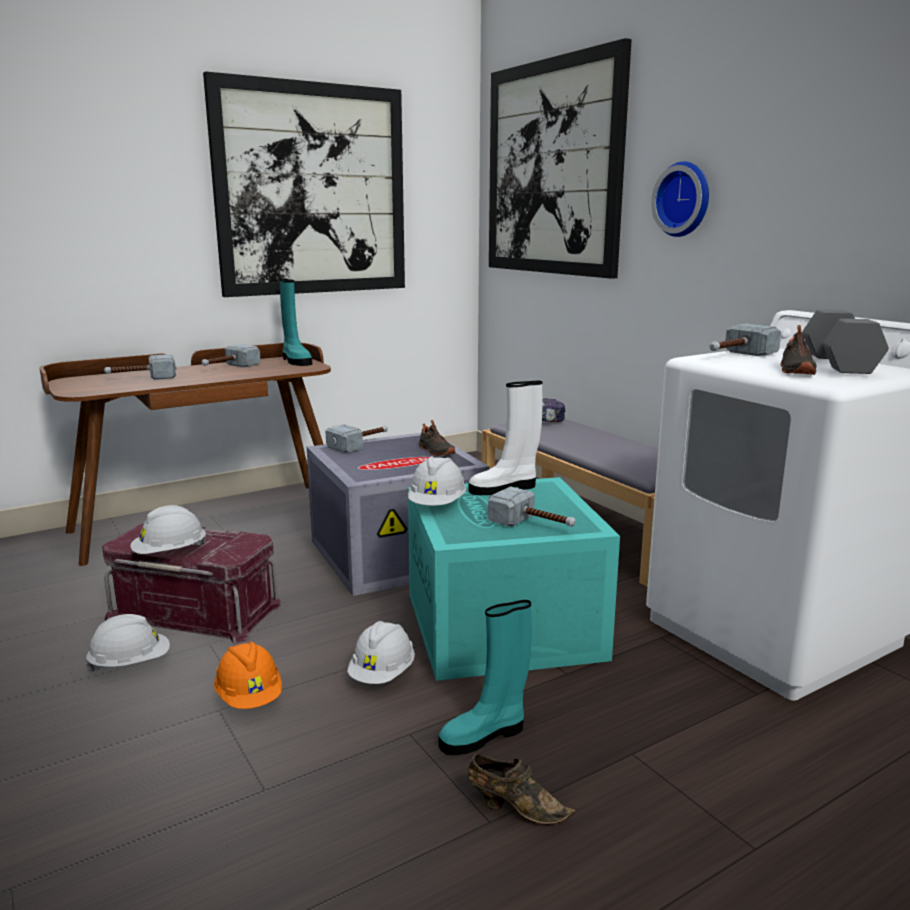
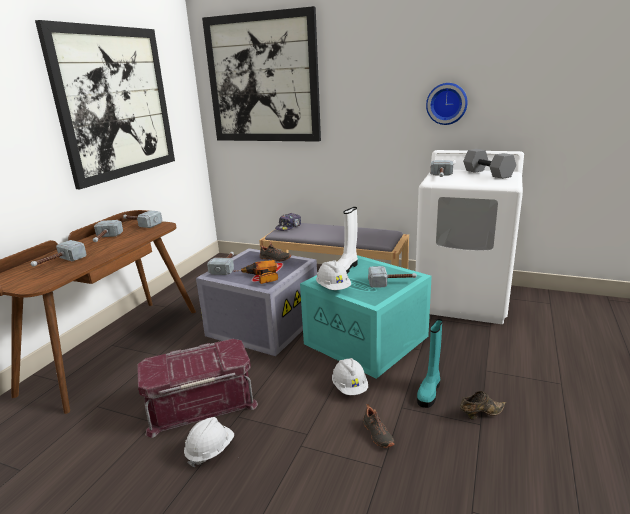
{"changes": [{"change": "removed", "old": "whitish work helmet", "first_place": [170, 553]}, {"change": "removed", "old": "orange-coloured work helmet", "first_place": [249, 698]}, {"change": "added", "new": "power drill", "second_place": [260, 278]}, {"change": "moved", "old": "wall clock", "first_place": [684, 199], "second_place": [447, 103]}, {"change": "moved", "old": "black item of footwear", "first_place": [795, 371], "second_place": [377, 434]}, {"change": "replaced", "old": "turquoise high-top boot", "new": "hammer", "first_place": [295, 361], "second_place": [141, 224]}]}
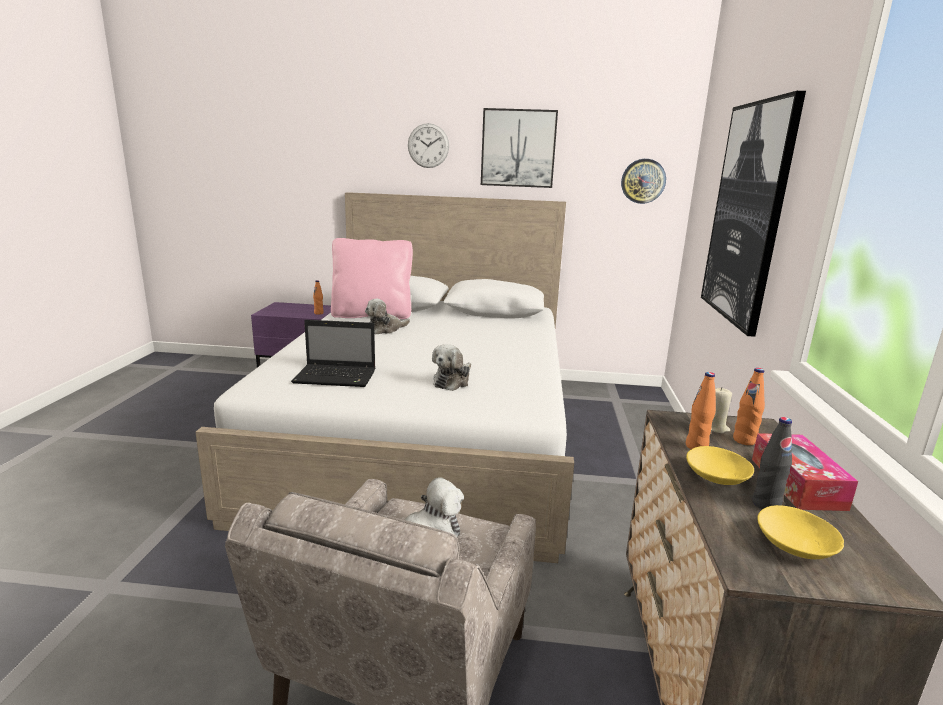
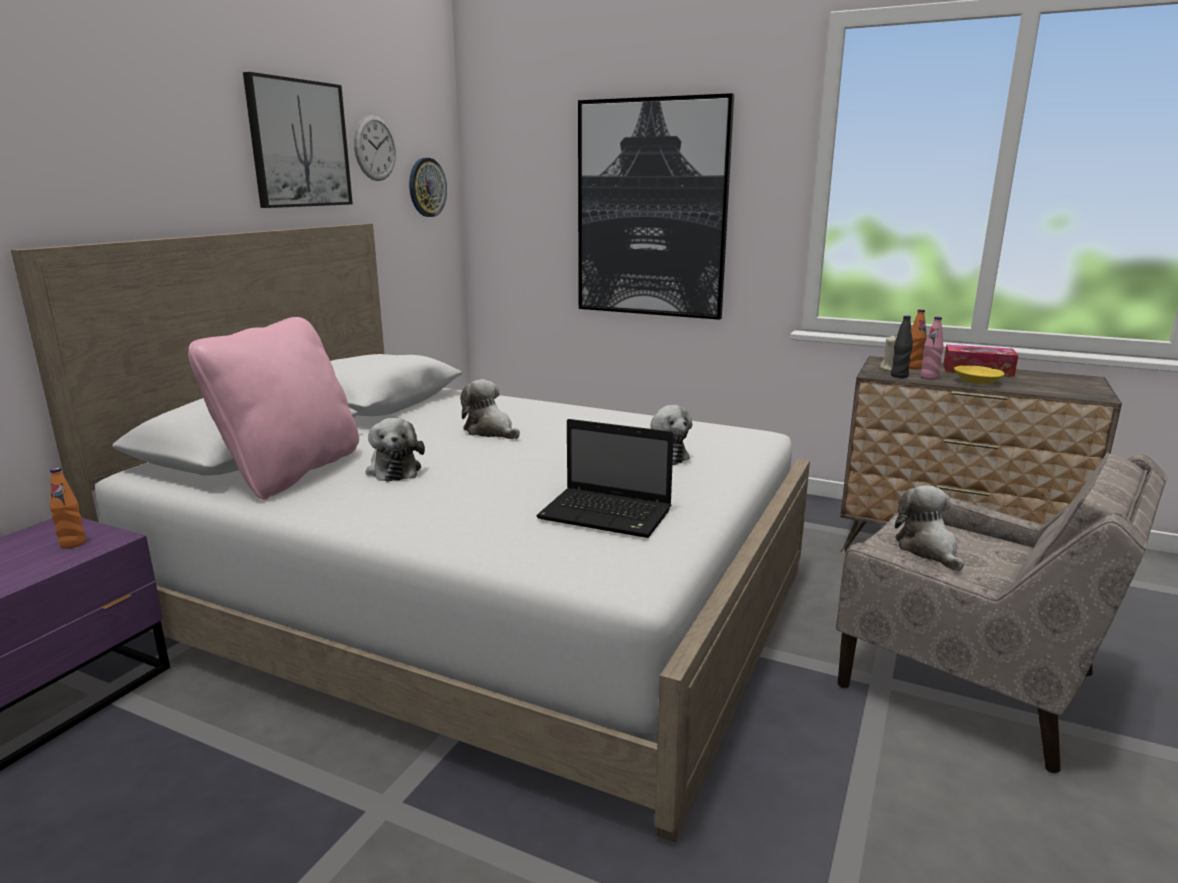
{"changes": [{"change": "removed", "old": "yellowish bowl", "first_place": [796, 546]}, {"change": "added", "new": "plush toy", "second_place": [490, 431]}, {"change": "moved", "old": "wall clock", "first_place": [428, 145], "second_place": [375, 148]}, {"change": "moved", "old": "black bottle", "first_place": [766, 504], "second_place": [899, 376]}, {"change": "recoloured", "old": "orange-coloured bottle", "new": "pinkish bottle", "first_place": [696, 446], "second_place": [929, 378]}, {"change": "turned", "old": "notebook computer", "first_place": [337, 377], "second_place": [608, 515], "degrees": 90}]}
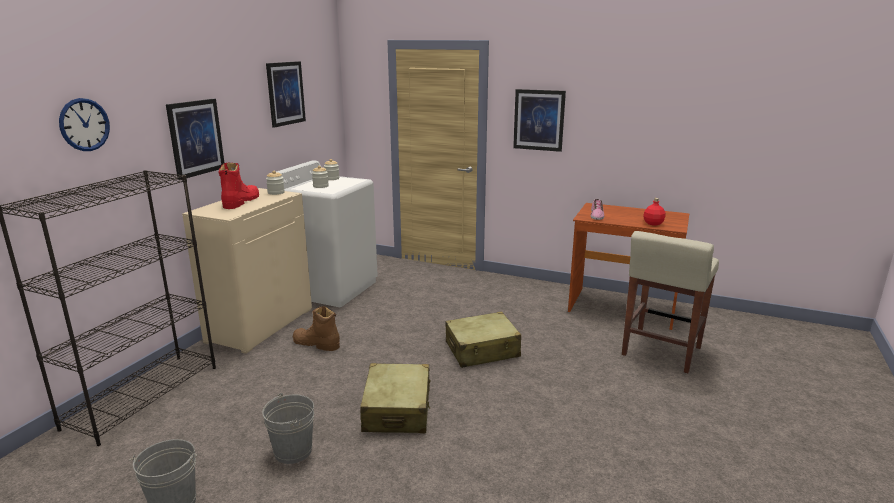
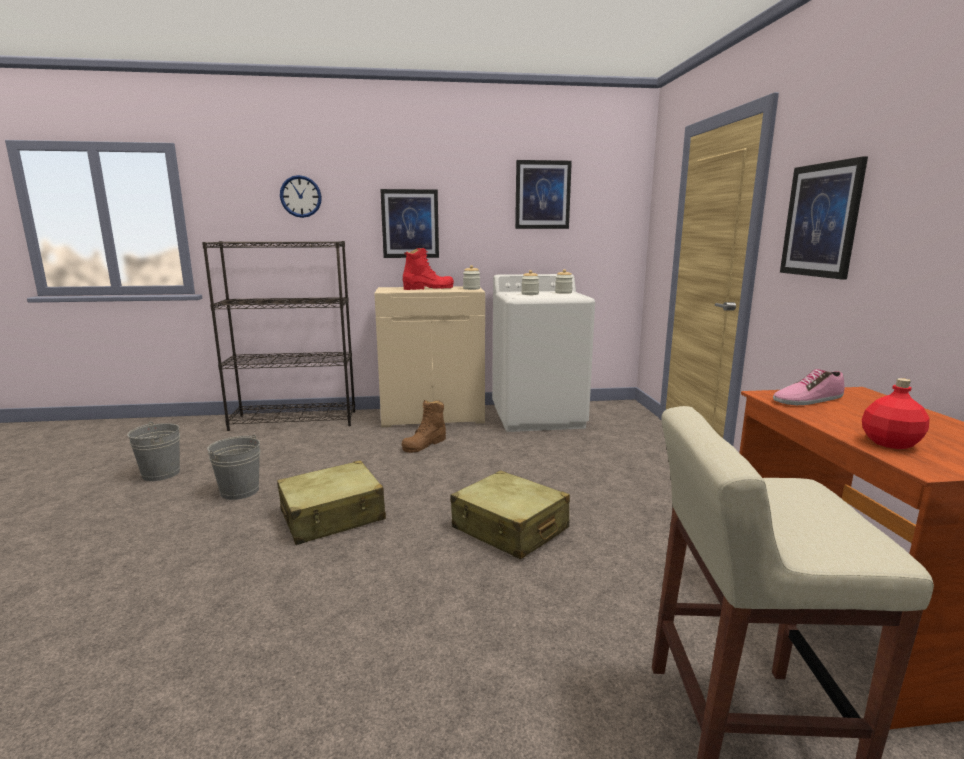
{"changes": [{"change": "turned", "old": "brown high-top boot", "first_place": [316, 344], "second_place": [424, 444], "degrees": -135}]}
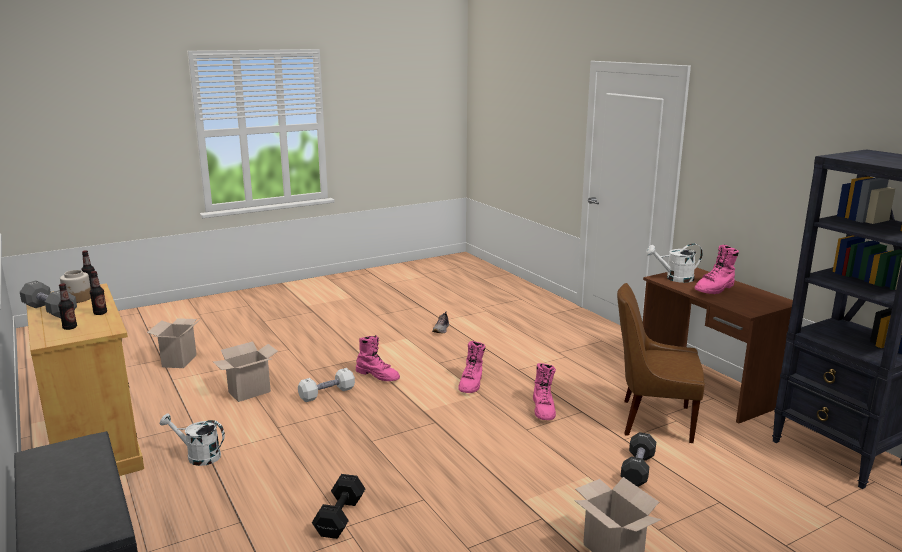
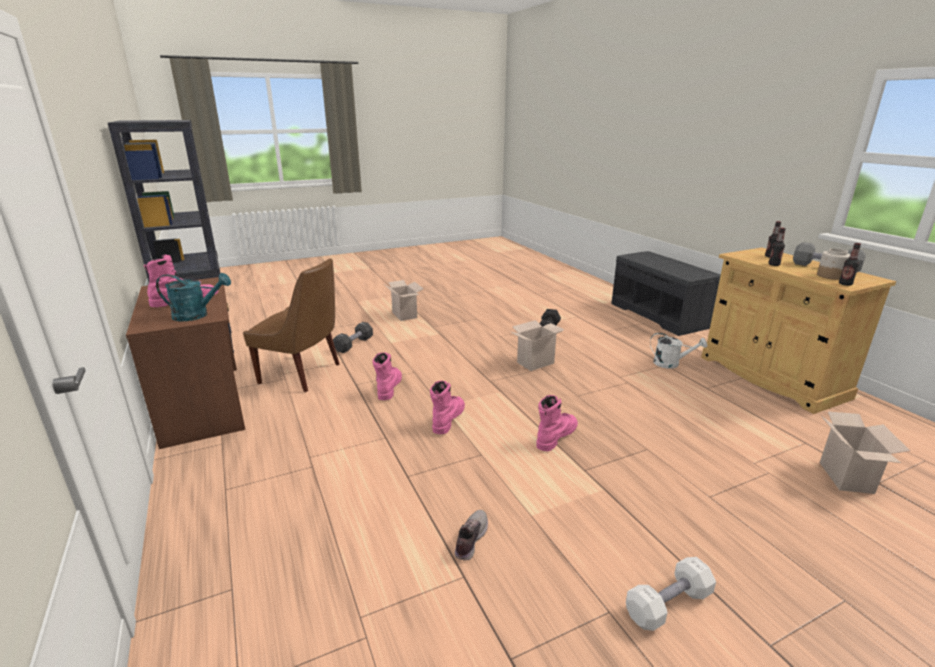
{"changes": [{"change": "moved", "old": "packing box", "first_place": [248, 393], "second_place": [535, 362]}, {"change": "moved", "old": "whitish free weight", "first_place": [327, 394], "second_place": [668, 604]}, {"change": "recoloured", "old": "whitish watering pot", "new": "turquoise watering pot", "first_place": [675, 278], "second_place": [197, 315]}, {"change": "turned", "old": "pinkish high-top boot", "first_place": [378, 375], "second_place": [555, 436], "degrees": 90}]}
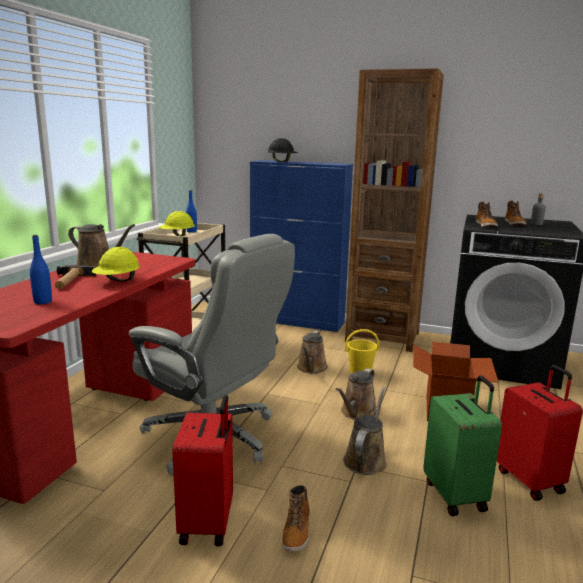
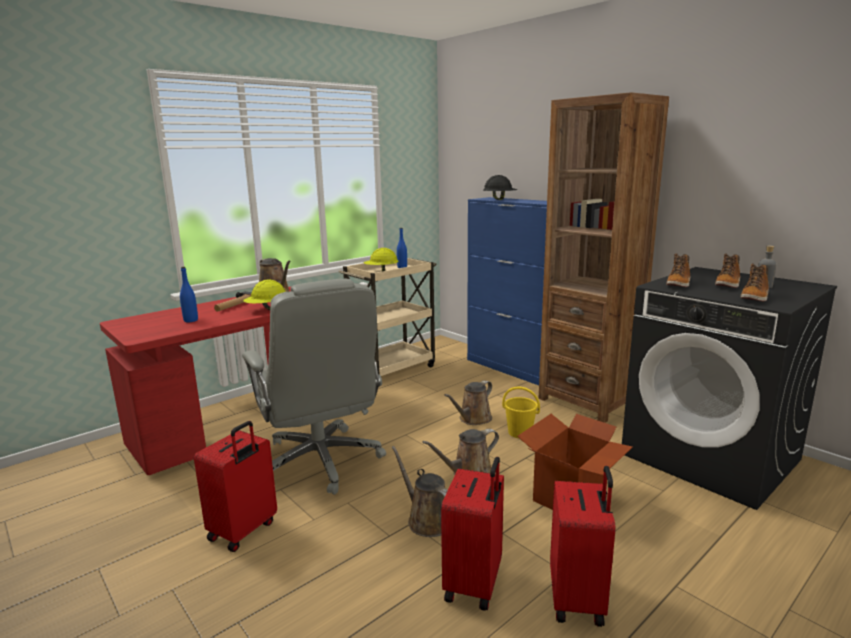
{"changes": [{"change": "moved", "old": "high-top boot", "first_place": [297, 530], "second_place": [755, 297]}, {"change": "recoloured", "old": "green travel case", "new": "red travel case", "first_place": [456, 495], "second_place": [475, 584]}, {"change": "turned", "old": "brown watering pot", "first_place": [366, 459], "second_place": [426, 520], "degrees": -90}]}
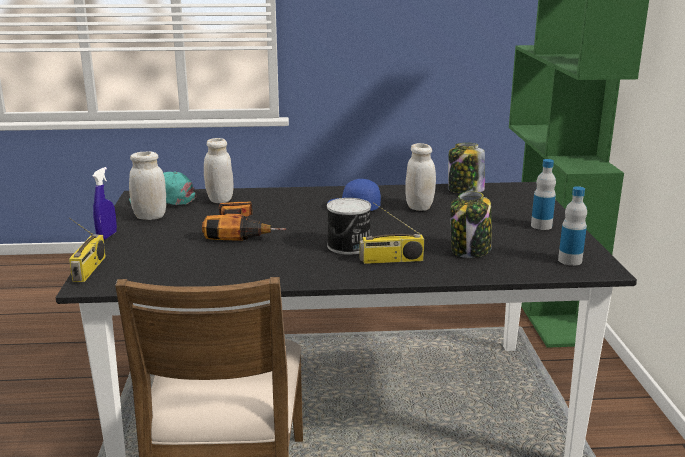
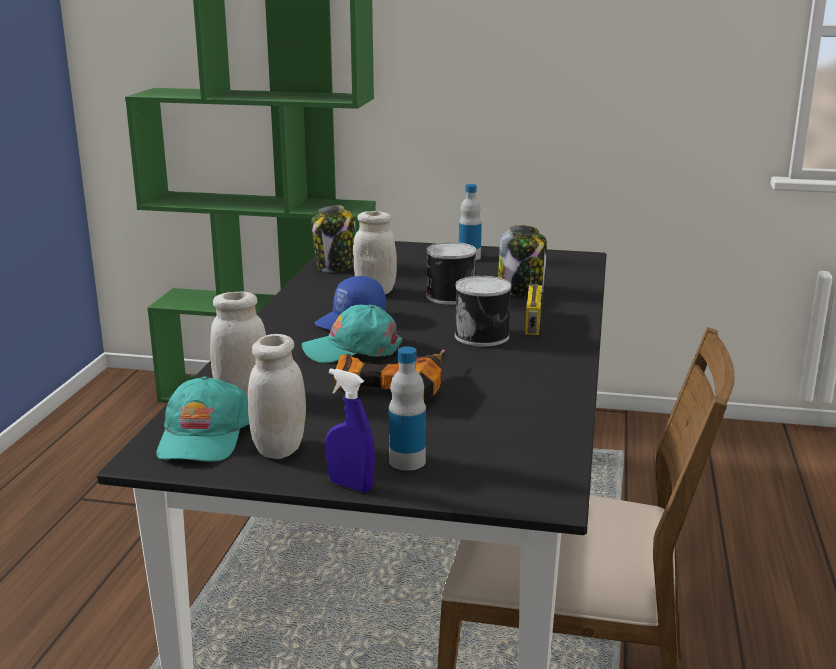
{"changes": [{"change": "removed", "old": "radio receiver", "first_place": [90, 269]}, {"change": "added", "new": "turquoise cap", "second_place": [352, 349]}, {"change": "added", "new": "sealed can", "second_place": [449, 296]}, {"change": "moved", "old": "bottle", "first_place": [570, 260], "second_place": [407, 461]}]}
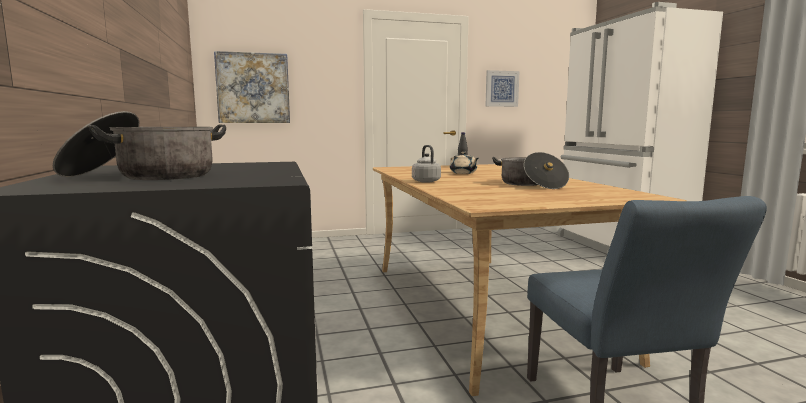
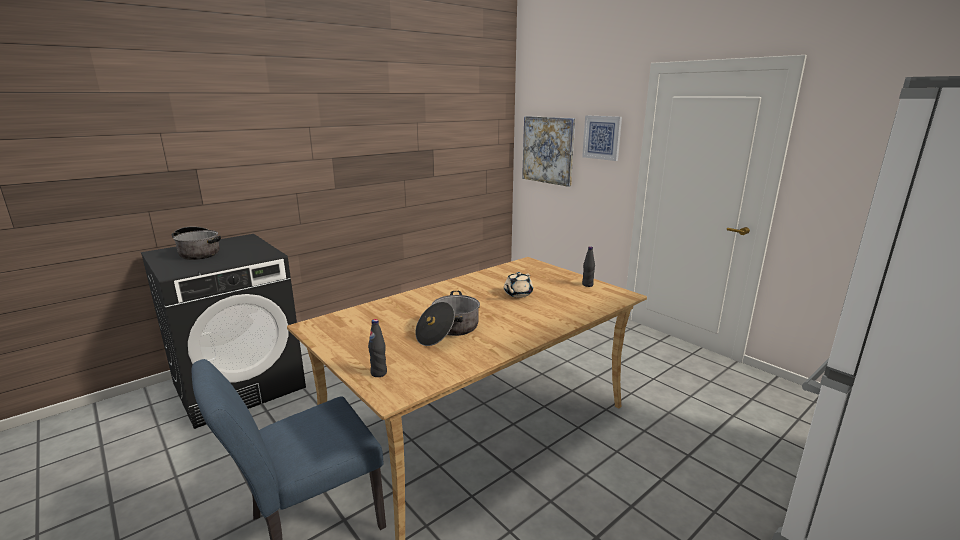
{"changes": [{"change": "removed", "old": "grey kettle", "first_place": [425, 181]}, {"change": "added", "new": "black bottle", "second_place": [379, 373]}, {"change": "moved", "old": "wall art", "first_place": [501, 88], "second_place": [602, 137]}]}
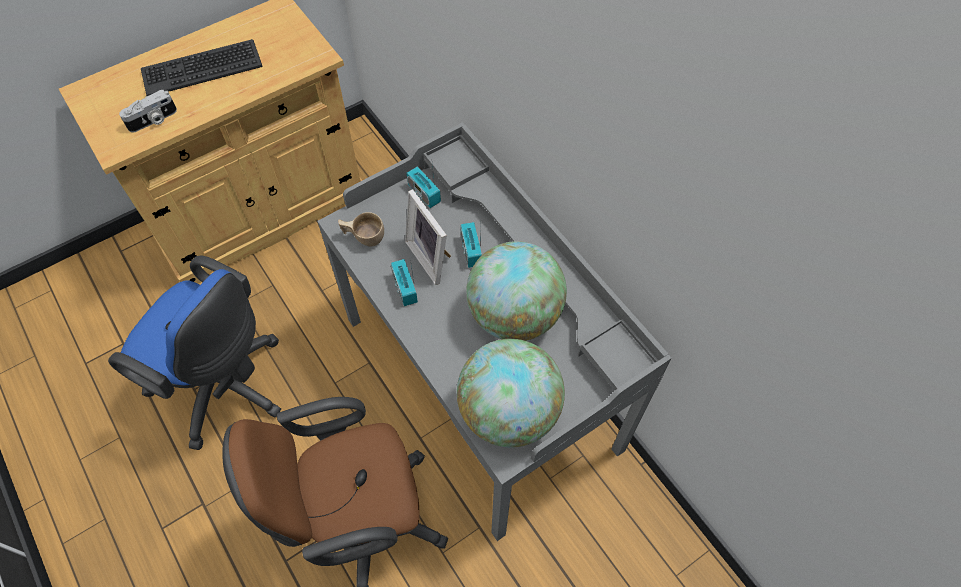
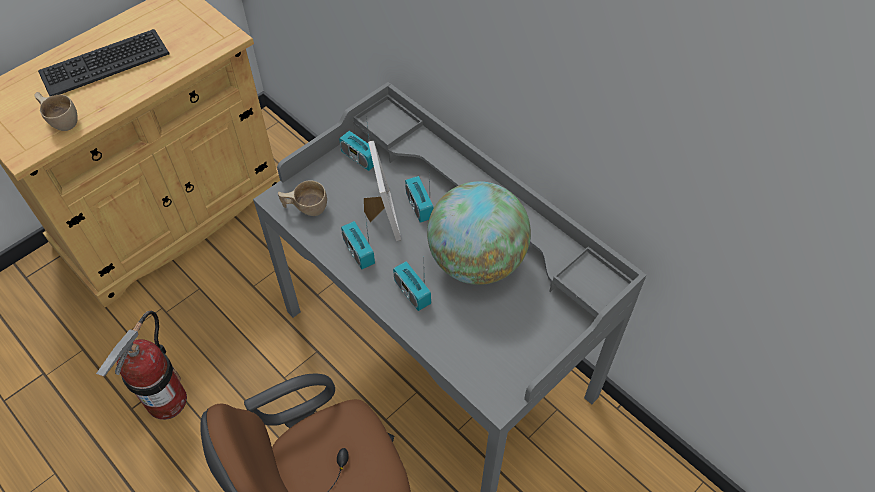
{"changes": [{"change": "removed", "old": "desk globe", "first_place": [508, 412]}, {"change": "added", "new": "radio receiver", "second_place": [412, 292]}, {"change": "replaced", "old": "blue desk chair", "new": "fire extinguisher", "first_place": [226, 387], "second_place": [167, 401]}, {"change": "replaced", "old": "photo camera", "new": "sand-coloured drinking cup", "first_place": [153, 120], "second_place": [61, 120]}, {"change": "turned", "old": "photo frame", "first_place": [432, 257], "second_place": [380, 217], "degrees": -150}]}
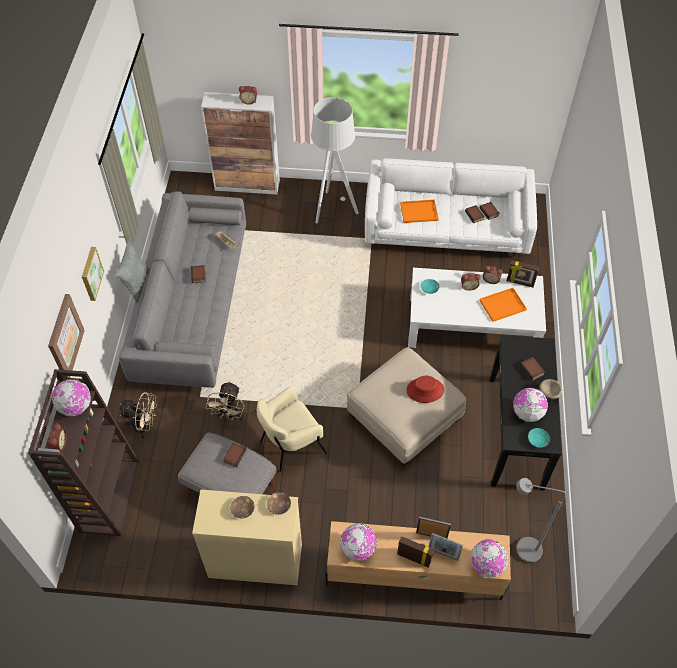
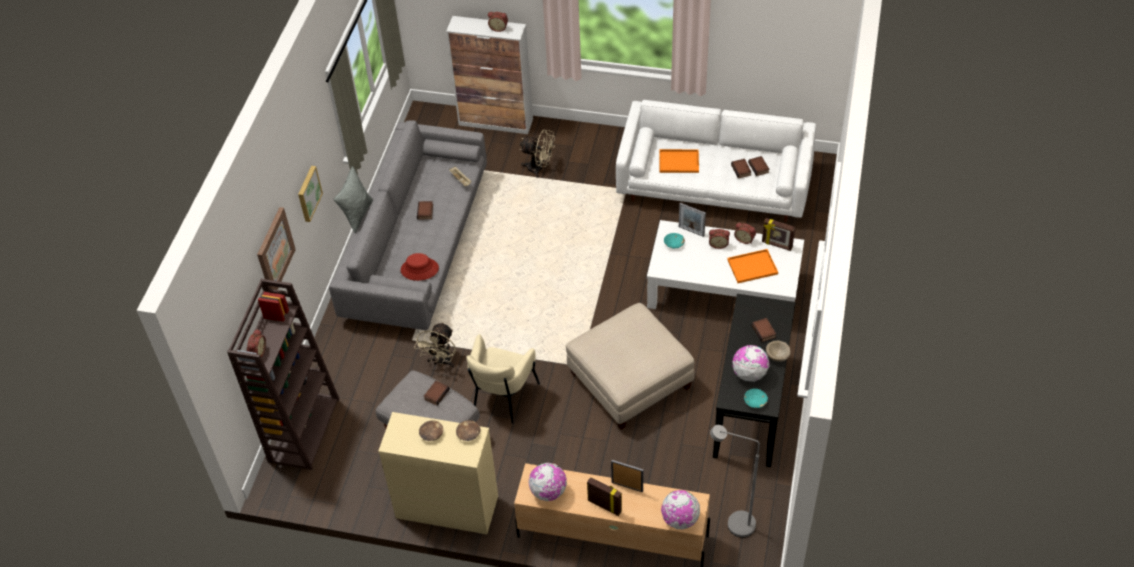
{"changes": [{"change": "removed", "old": "desk globe", "first_place": [76, 407]}, {"change": "removed", "old": "grey standard lamp", "first_place": [333, 209]}, {"change": "moved", "old": "sand-coloured electric fan", "first_place": [144, 426], "second_place": [539, 168]}, {"change": "moved", "old": "red clothing hat", "first_place": [425, 390], "second_place": [419, 269]}, {"change": "moved", "old": "photo frame", "first_place": [443, 554], "second_place": [691, 231]}, {"change": "turned", "old": "sand-coloured easy chair", "first_place": [291, 445], "second_place": [502, 397], "degrees": -45}]}
